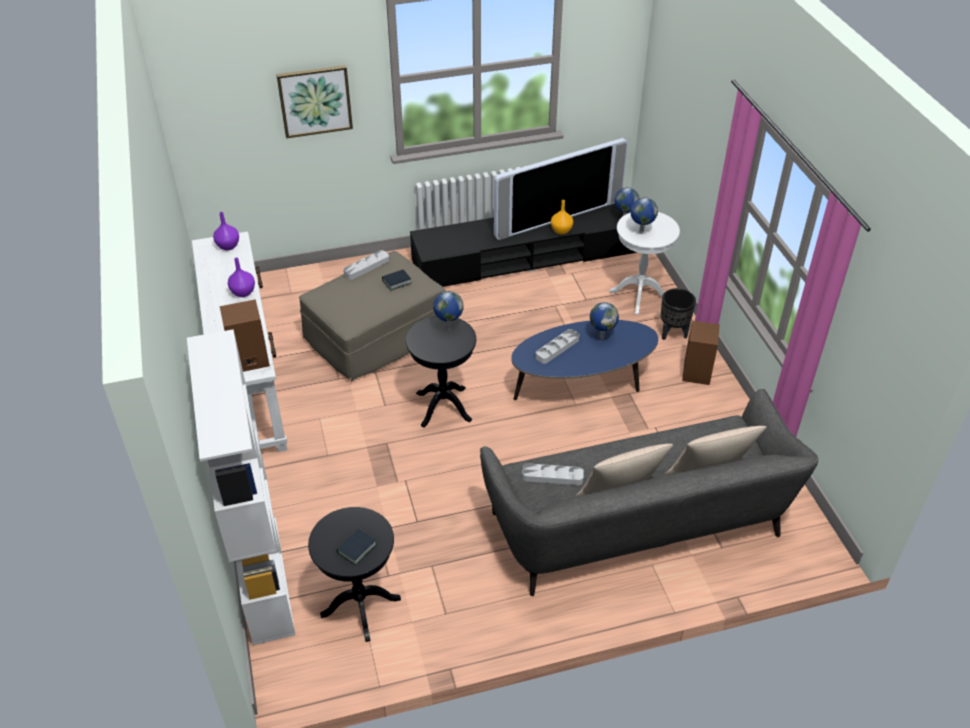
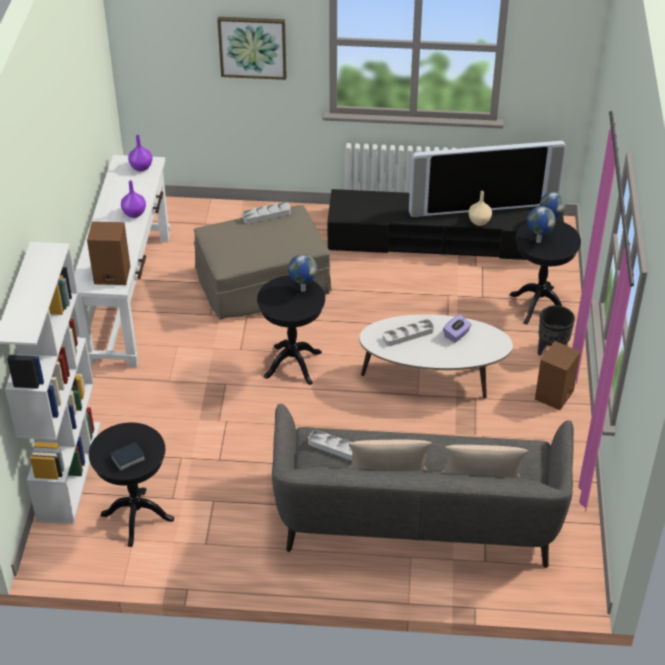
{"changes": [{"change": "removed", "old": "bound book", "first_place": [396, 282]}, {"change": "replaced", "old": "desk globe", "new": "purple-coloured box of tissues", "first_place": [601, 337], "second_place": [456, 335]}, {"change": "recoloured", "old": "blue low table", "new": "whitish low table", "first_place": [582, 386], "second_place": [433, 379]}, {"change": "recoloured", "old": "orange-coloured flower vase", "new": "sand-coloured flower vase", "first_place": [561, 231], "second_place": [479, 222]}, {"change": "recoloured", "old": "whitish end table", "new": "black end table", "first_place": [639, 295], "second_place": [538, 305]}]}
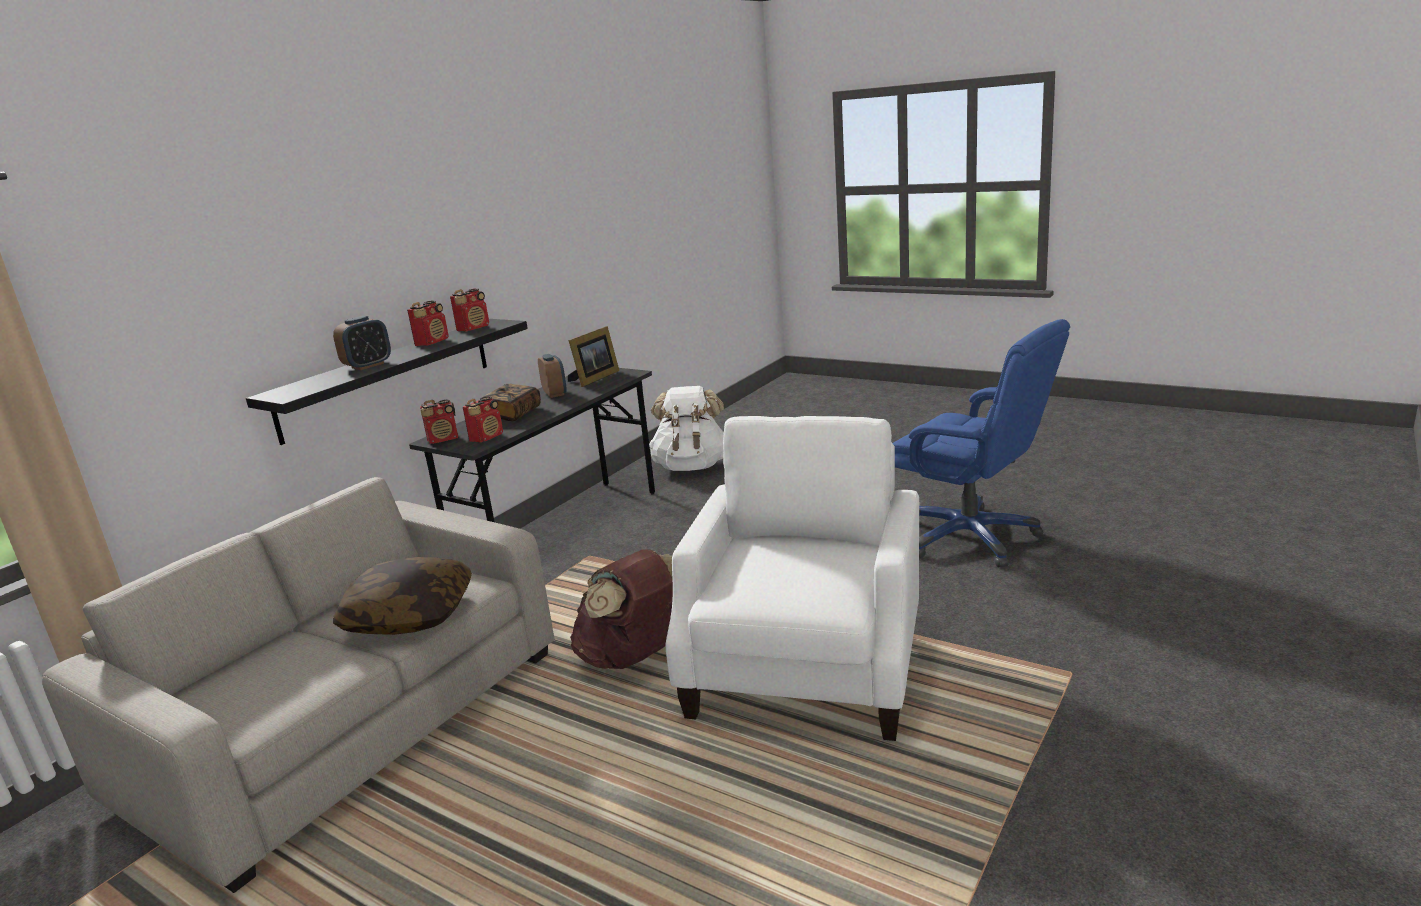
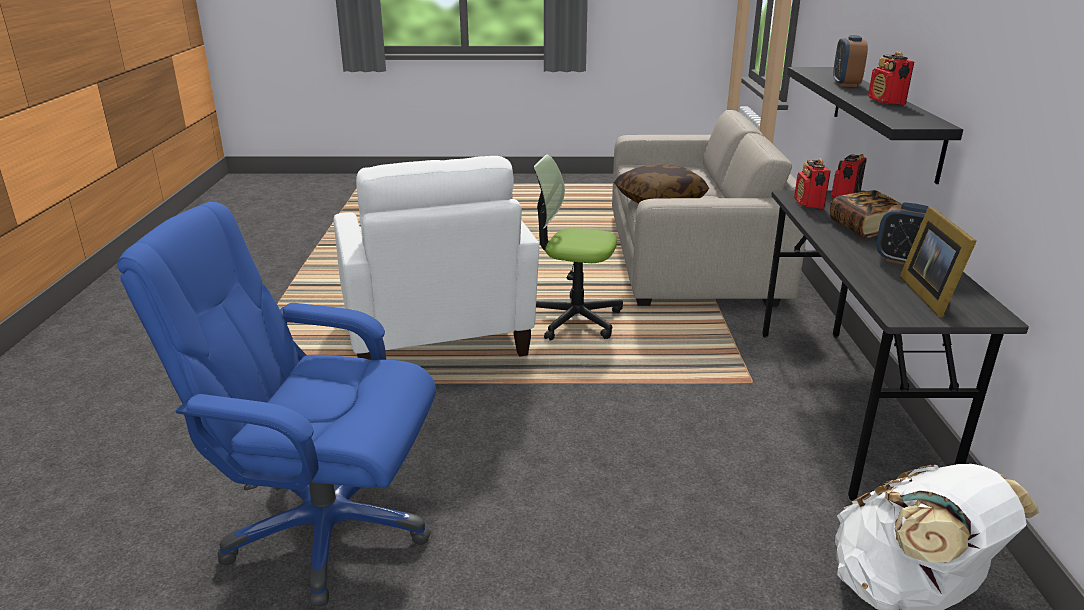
{"changes": [{"change": "removed", "old": "radio receiver", "first_place": [474, 328]}, {"change": "replaced", "old": "brown backpack", "new": "desk chair", "first_place": [633, 657], "second_place": [574, 319]}]}
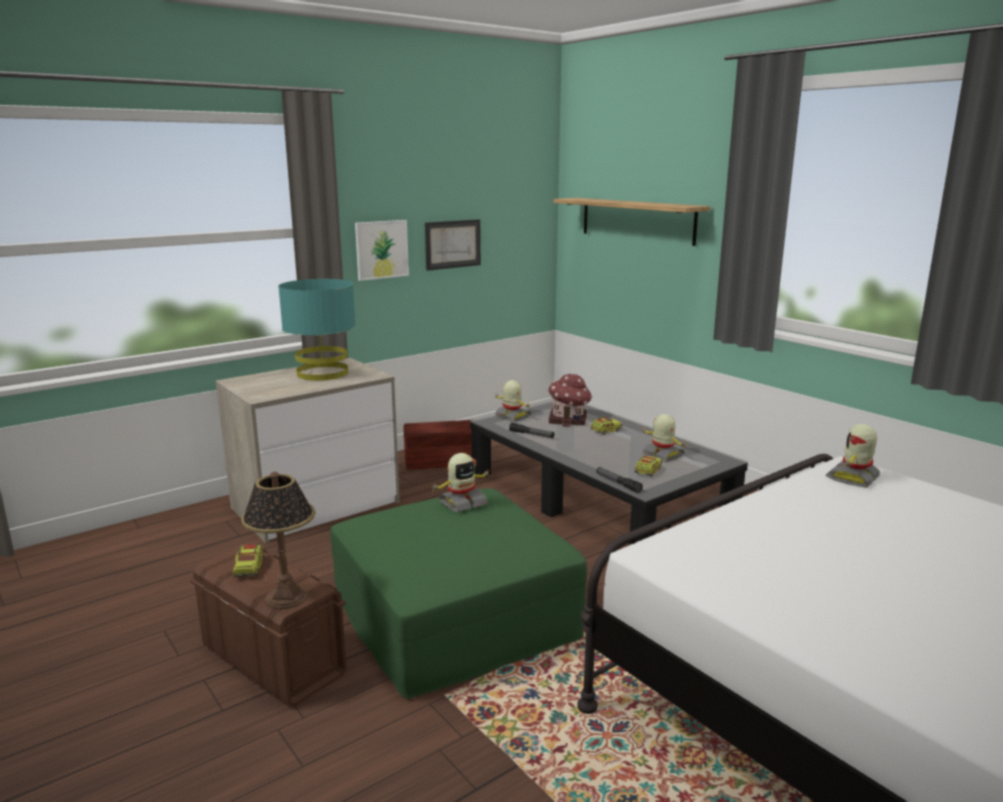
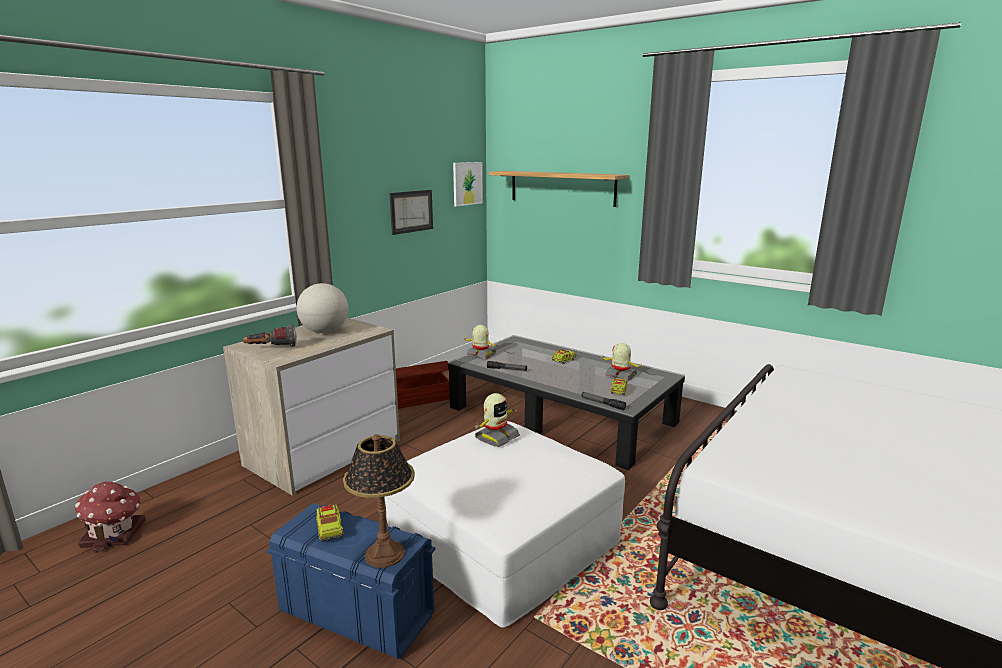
{"changes": [{"change": "removed", "old": "model robot", "first_place": [854, 478]}, {"change": "added", "new": "flashlight", "second_place": [271, 348]}, {"change": "moved", "old": "wall art", "first_place": [381, 249], "second_place": [467, 183]}, {"change": "moved", "old": "model house", "first_place": [569, 419], "second_place": [115, 534]}, {"change": "replaced", "old": "turquoise tabletop lamp", "new": "desk globe", "first_place": [322, 373], "second_place": [325, 332]}, {"change": "recoloured", "old": "brown storage container", "new": "blue storage container", "first_place": [273, 659], "second_place": [357, 613]}, {"change": "recoloured", "old": "green pouffe", "new": "whitish pouffe", "first_place": [454, 617], "second_place": [502, 540]}]}
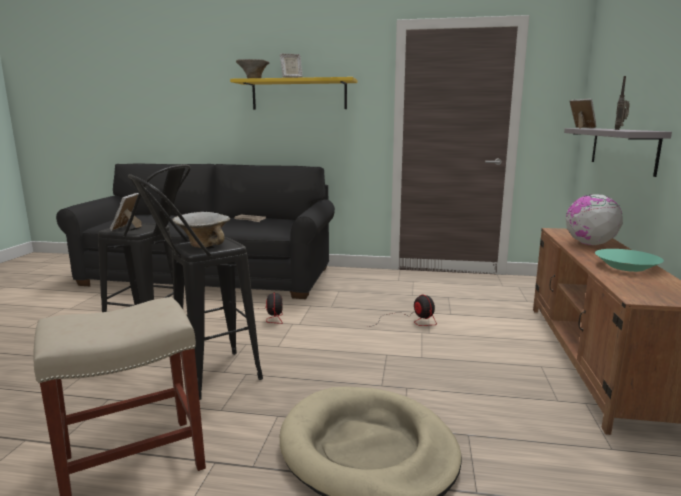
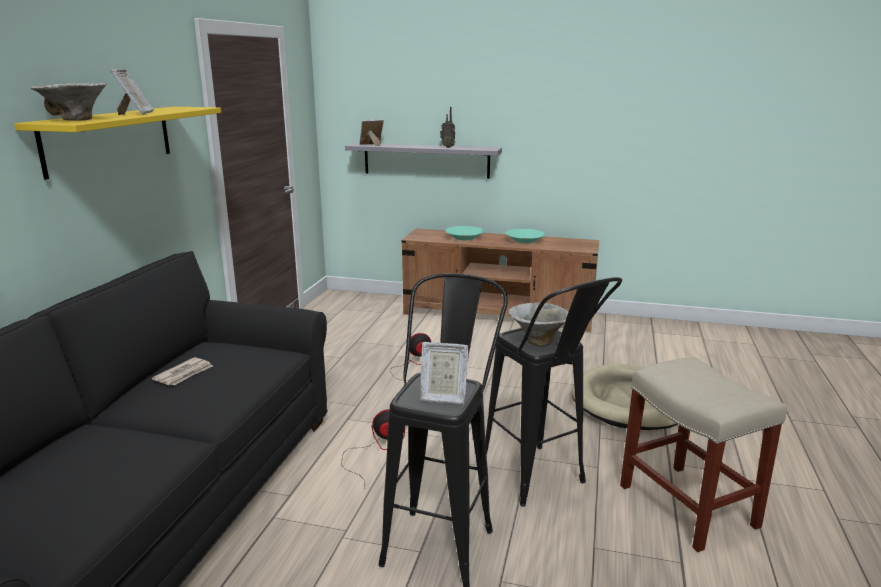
{"changes": [{"change": "replaced", "old": "desk globe", "new": "turquoise bowl", "first_place": [589, 244], "second_place": [464, 237]}]}
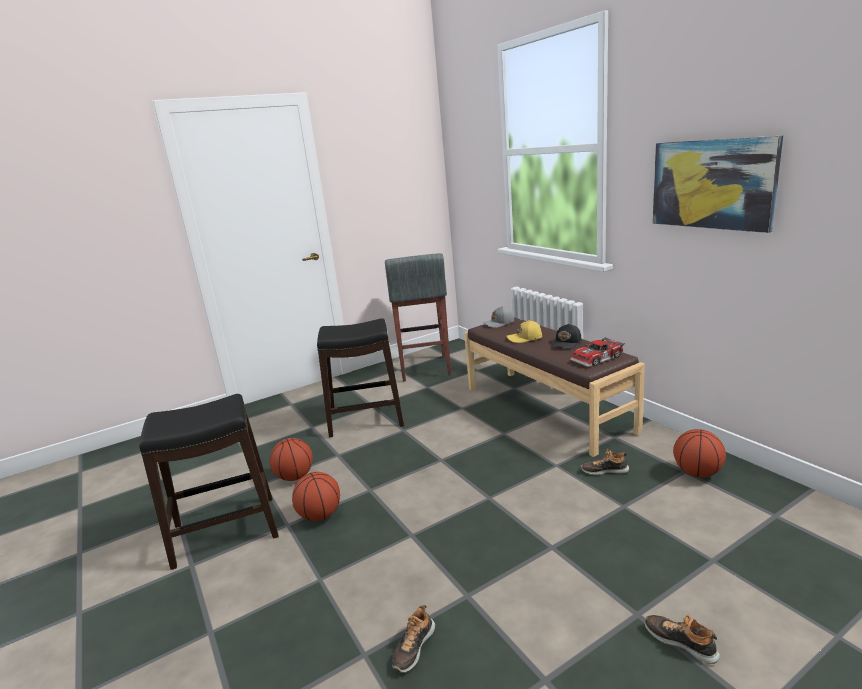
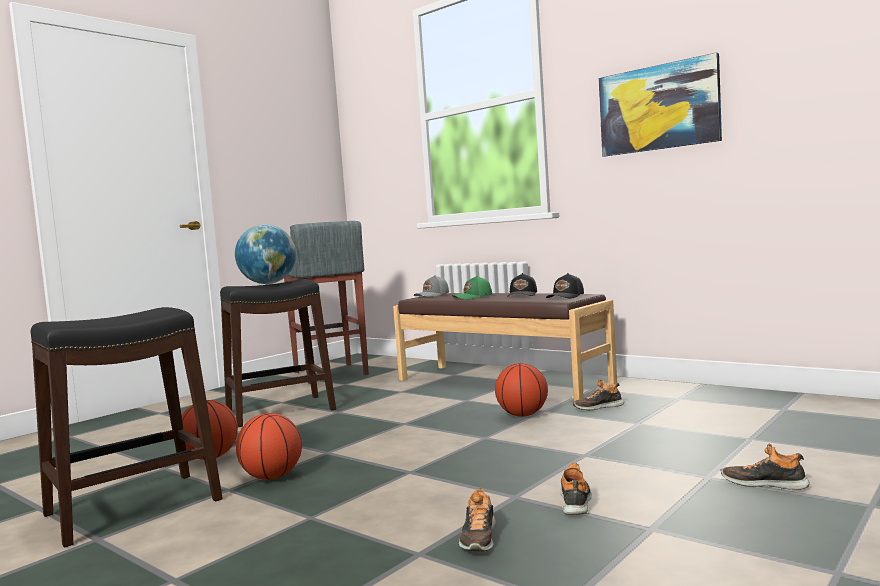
{"changes": [{"change": "added", "new": "desk globe", "second_place": [268, 283]}, {"change": "added", "new": "item of footwear", "second_place": [576, 501]}, {"change": "moved", "old": "basketball", "first_place": [697, 473], "second_place": [522, 415]}, {"change": "replaced", "old": "miniature car", "new": "black cap", "first_place": [598, 359], "second_place": [566, 296]}, {"change": "recoloured", "old": "yellowish cap", "new": "green cap", "first_place": [525, 338], "second_place": [473, 297]}]}
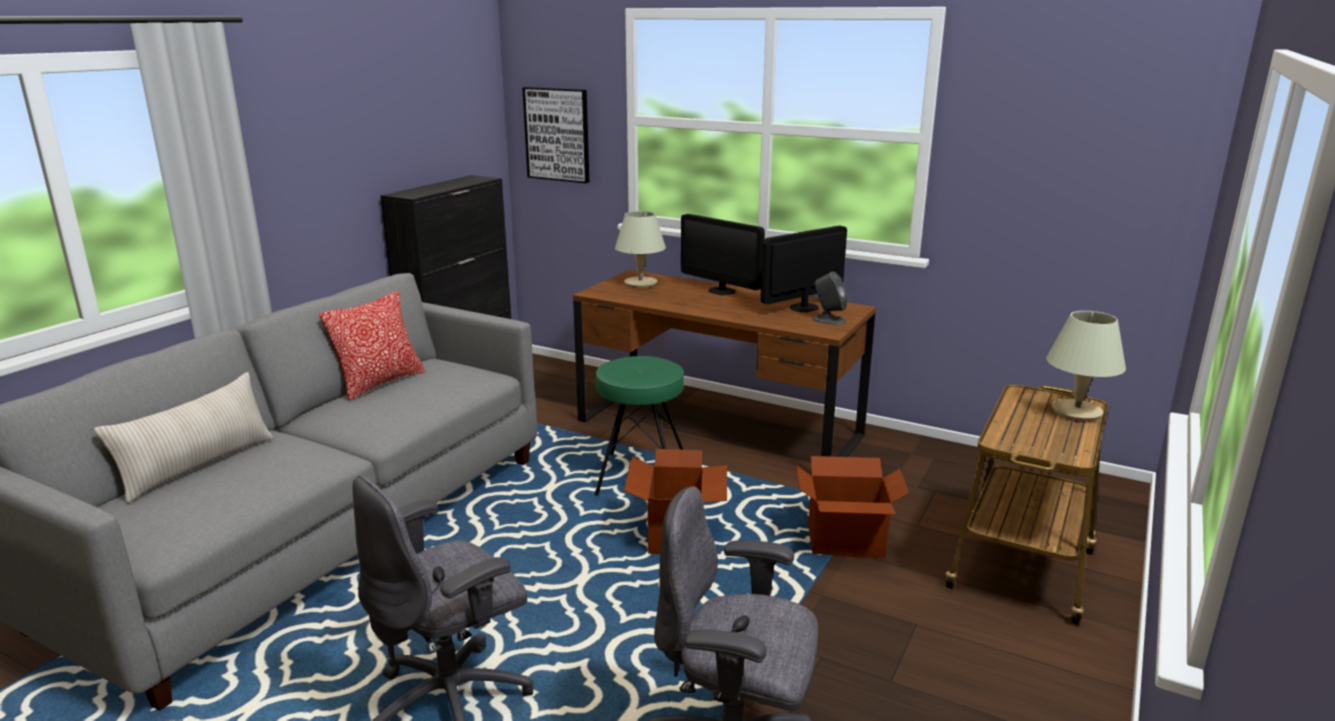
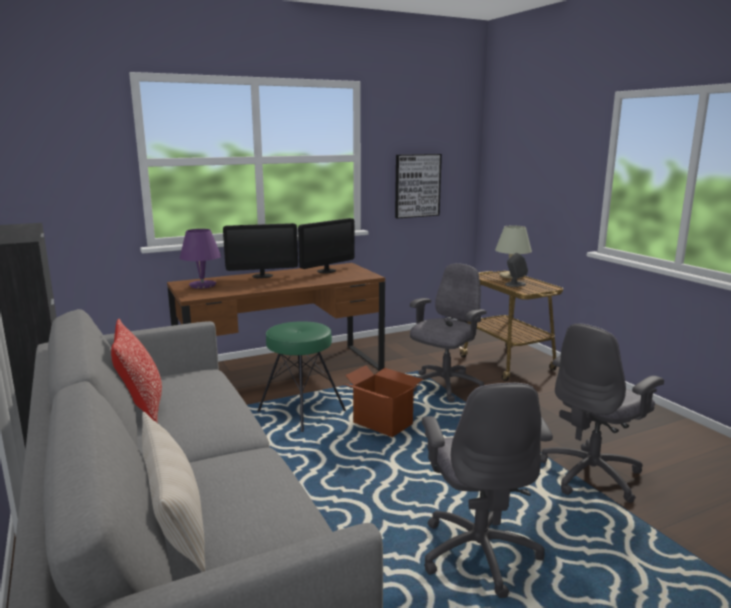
{"changes": [{"change": "moved", "old": "wall art", "first_place": [557, 134], "second_place": [417, 185]}, {"change": "moved", "old": "grey audio speaker", "first_place": [828, 320], "second_place": [515, 284]}, {"change": "replaced", "old": "packing box", "new": "grey desk chair", "first_place": [846, 543], "second_place": [444, 386]}, {"change": "recoloured", "old": "sand-coloured tabletop lamp", "new": "purple-coloured tabletop lamp", "first_place": [641, 283], "second_place": [203, 285]}, {"change": "turned", "old": "monitor", "first_place": [804, 307], "second_place": [326, 271], "degrees": -135}]}
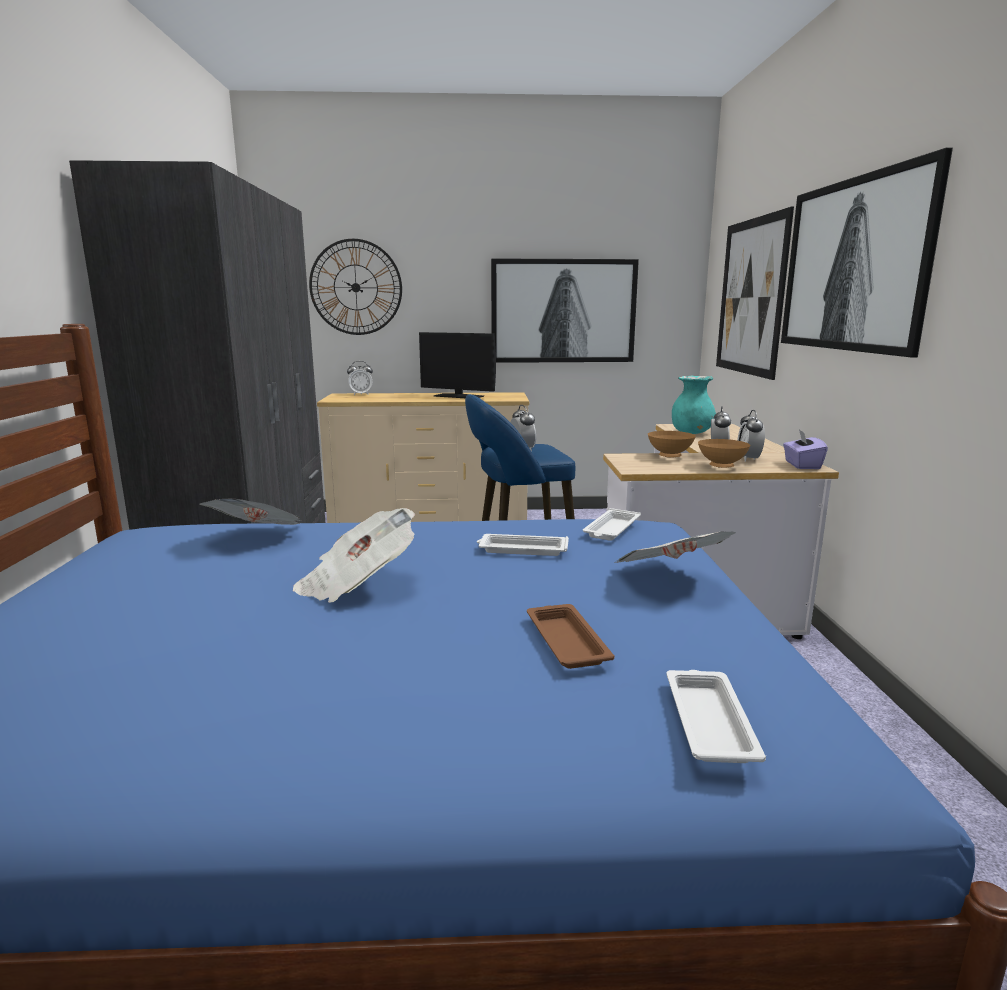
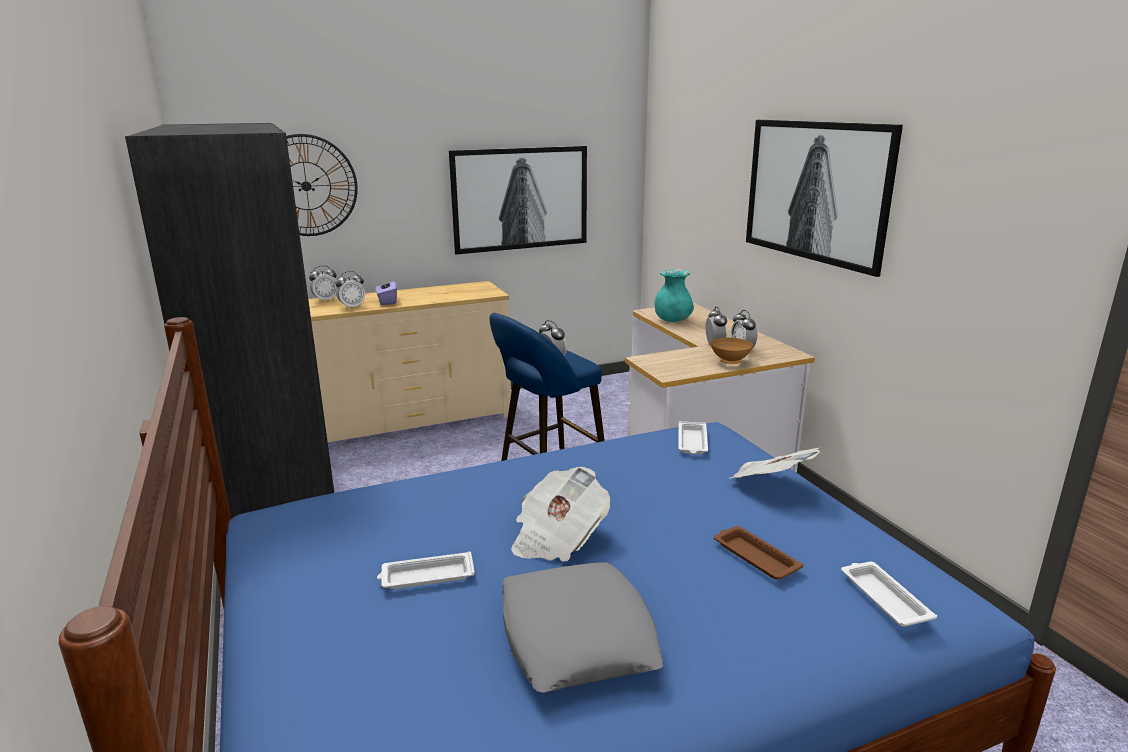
{"changes": [{"change": "removed", "old": "printed paper", "first_place": [260, 538]}, {"change": "removed", "old": "monitor", "first_place": [458, 396]}, {"change": "removed", "old": "brown bowl", "first_place": [670, 457]}, {"change": "removed", "old": "wall art", "first_place": [750, 297]}, {"change": "added", "new": "bedside clock", "second_place": [352, 307]}, {"change": "added", "new": "grey cushion", "second_place": [576, 635]}, {"change": "moved", "old": "whitish serving tray", "first_place": [522, 549], "second_place": [426, 576]}, {"change": "moved", "old": "purple-coloured box of tissues", "first_place": [801, 465], "second_place": [387, 301]}]}
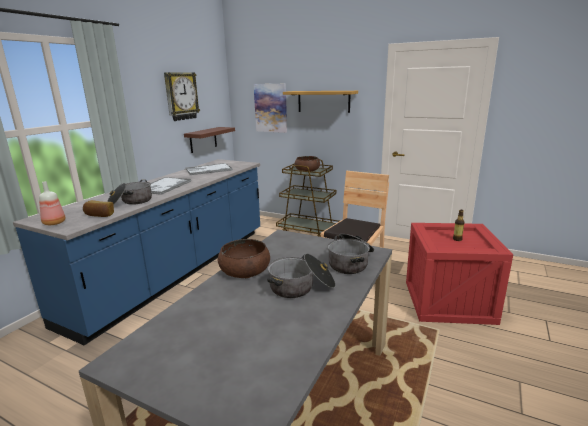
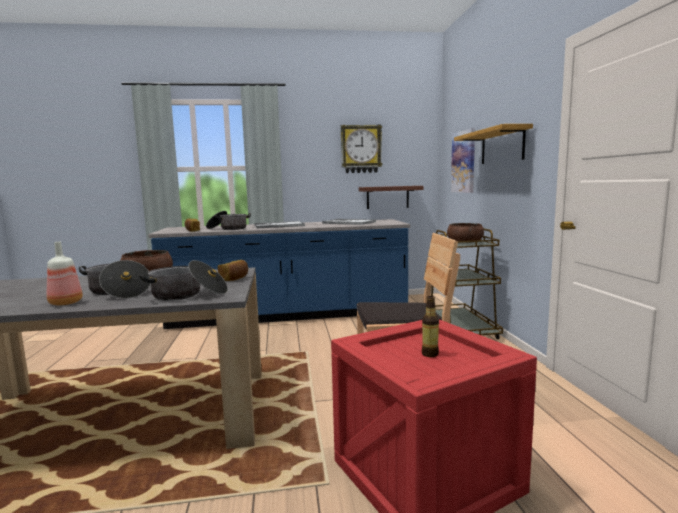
{"changes": [{"change": "added", "new": "bread", "second_place": [235, 279]}, {"change": "moved", "old": "bottle", "first_place": [53, 223], "second_place": [64, 303]}]}
